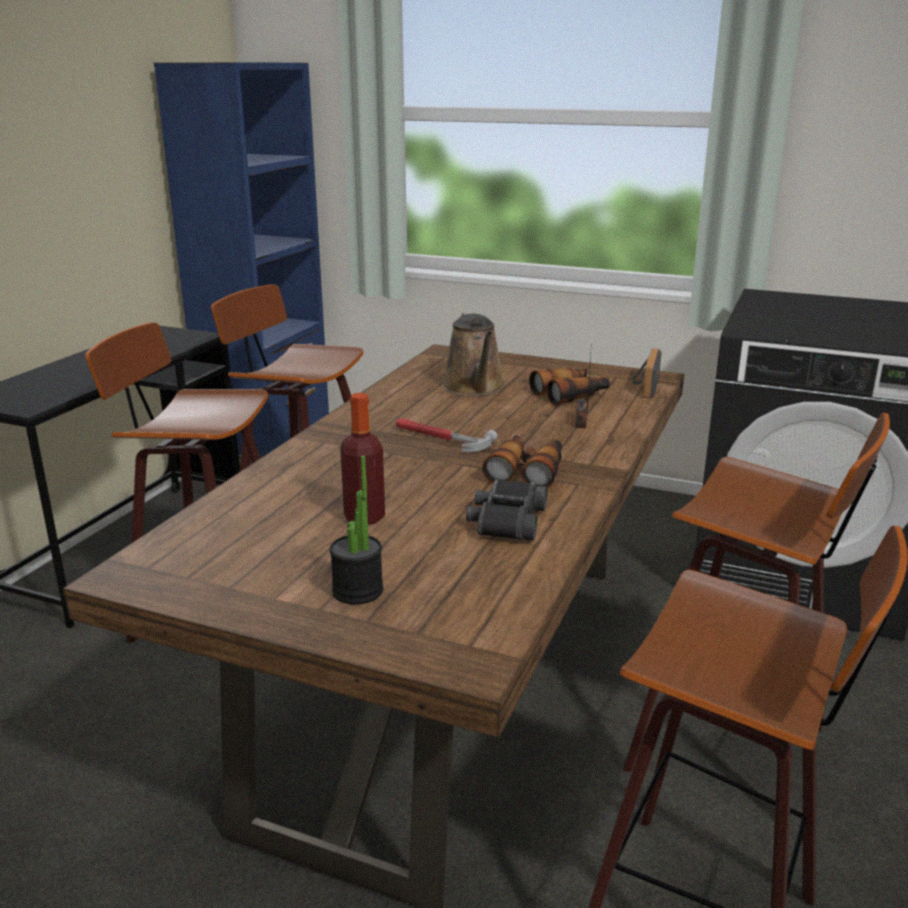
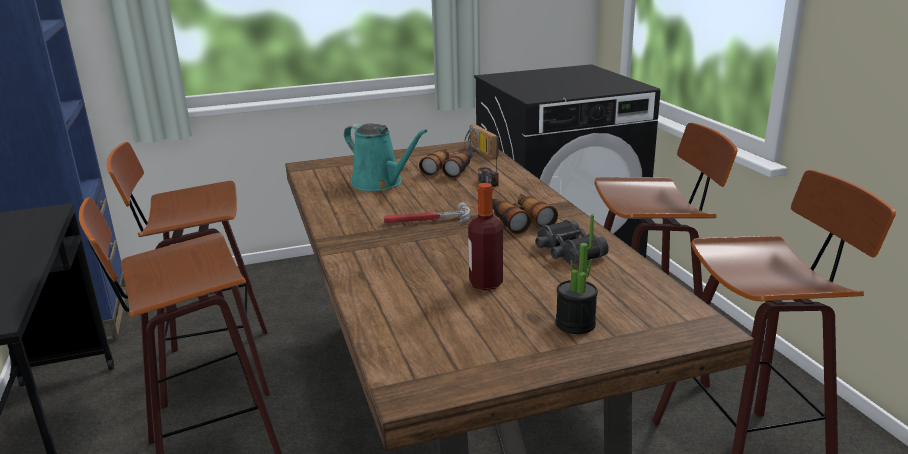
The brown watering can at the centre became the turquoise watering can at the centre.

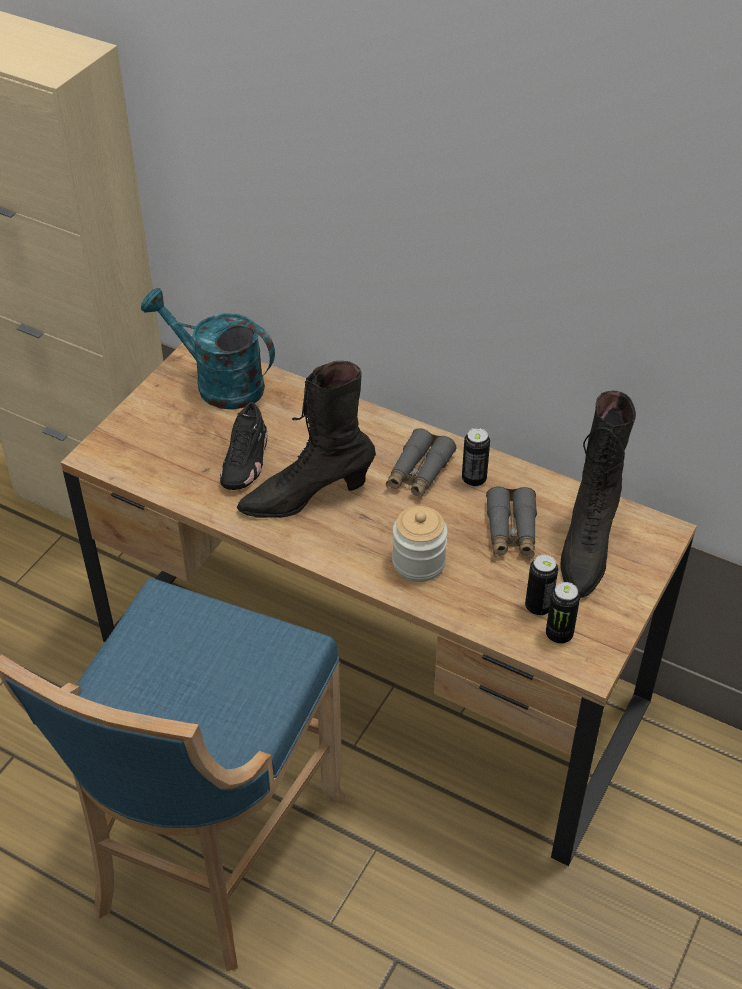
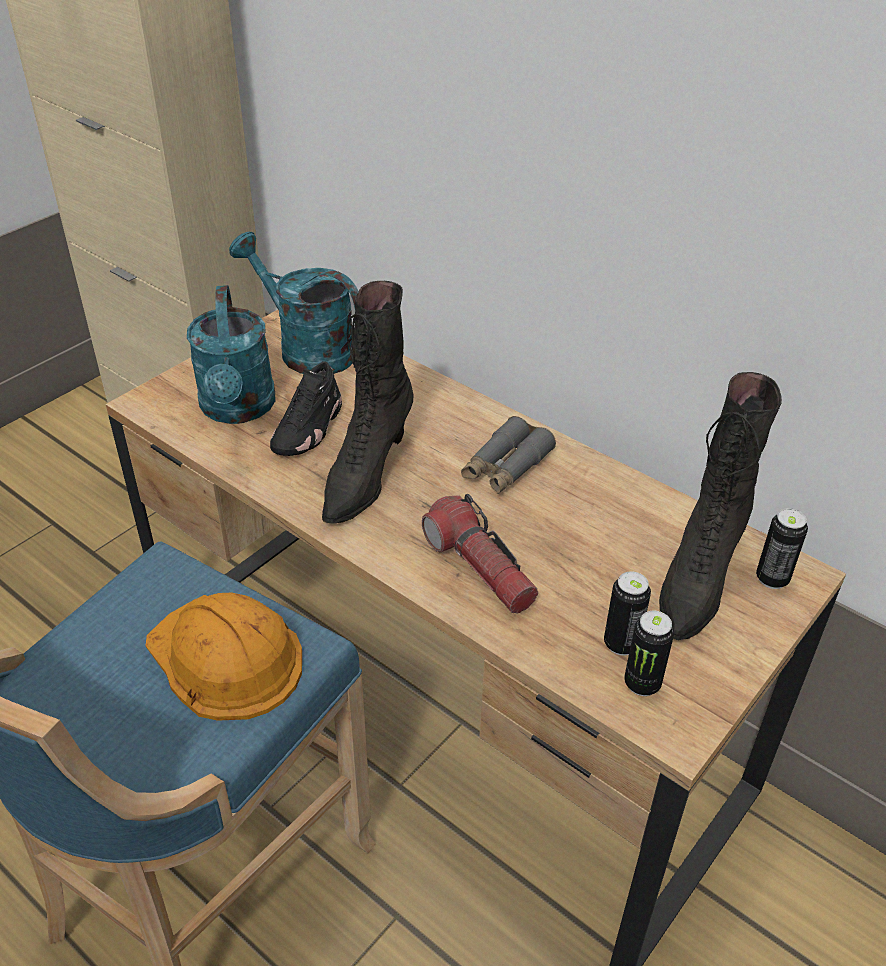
The grey binoculars (no. 2 from left) at the middle right disappeared. The orange hard hat at the bottom left appeared. The turquoise watering can (no. 1 from left) at the middle left appeared. The can (no. 1 from left in the first image) moved from the centre to the middle right. The jar at the centre was replaced by the flashlight at the centre. The black boot (no. 1 from left) at the centre turned 60 degrees counterclockwise.

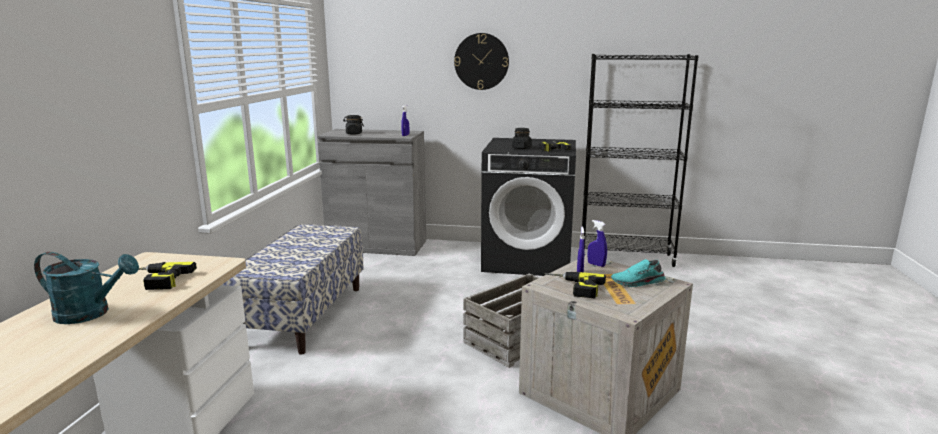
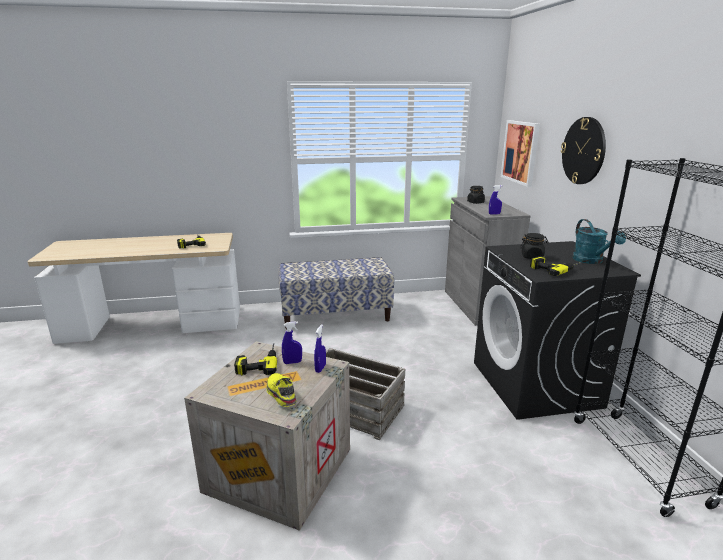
The picture at the top right appeared. The turquoise watering can moved from the middle left to the middle right. The turquoise shoe at the middle right became the yellow shoe at the bottom centre.

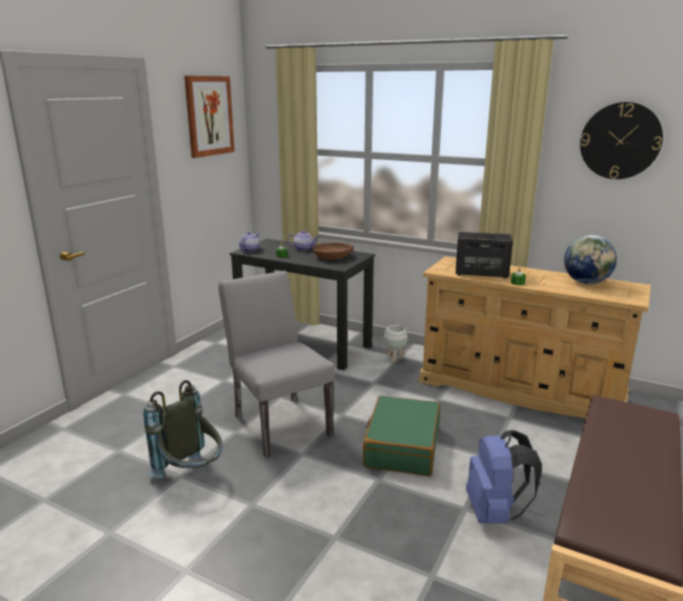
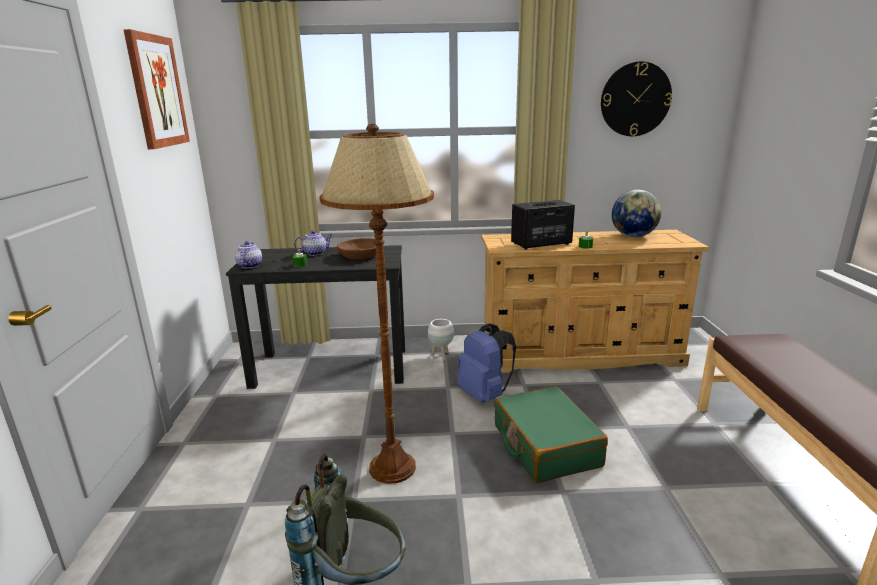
The blue backpack moved from the bottom right to the centre. The grey chair at the centre was replaced by the brown floor lamp at the centre.

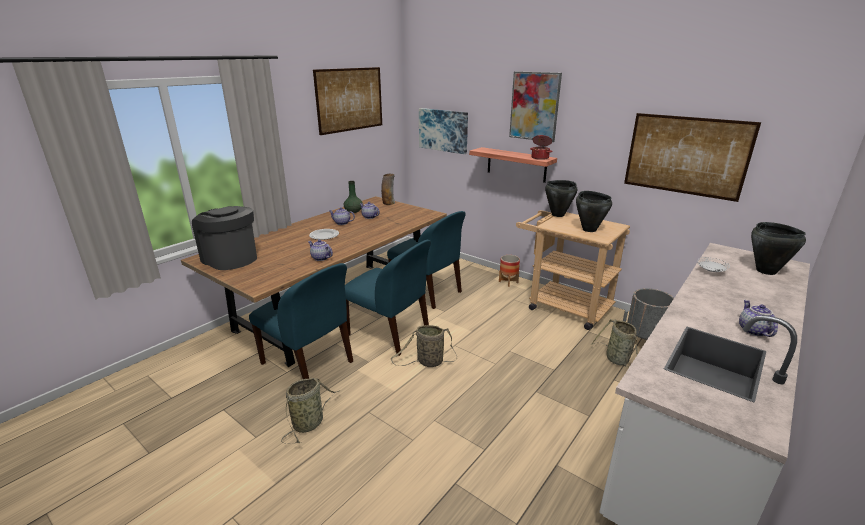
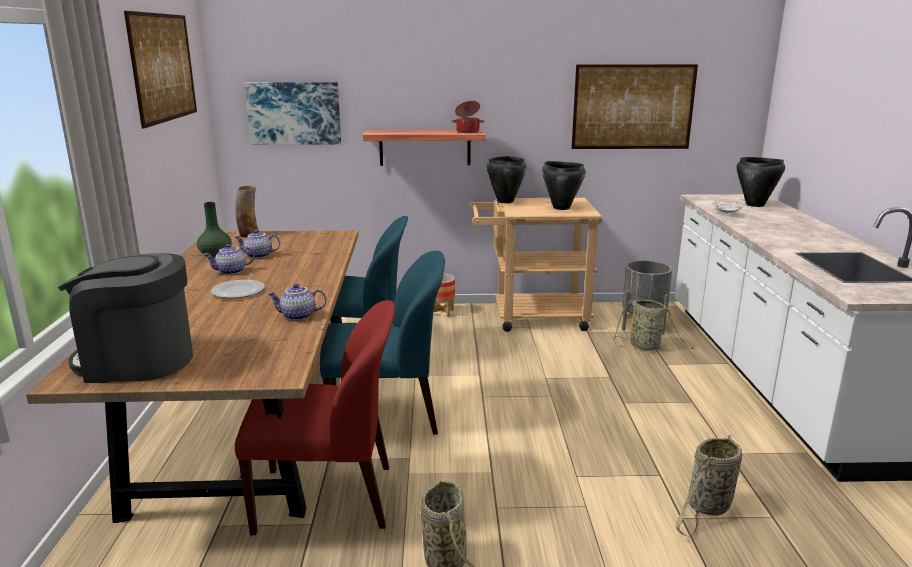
The picture (no. 3 from left) at the top centre disappeared. The teapot (no. 4 from left) at the middle right disappeared. The basket (no. 2 from left in the first image) moved from the centre to the bottom right. The blue chair (no. 1 from left) at the centre became the red chair at the bottom centre.

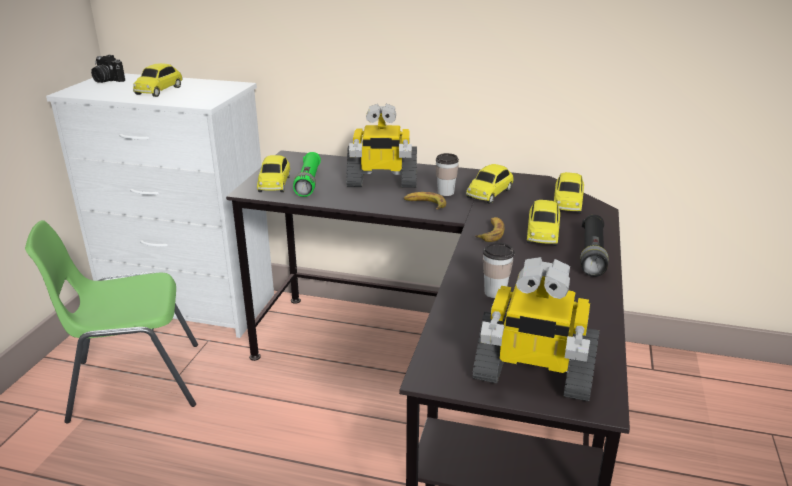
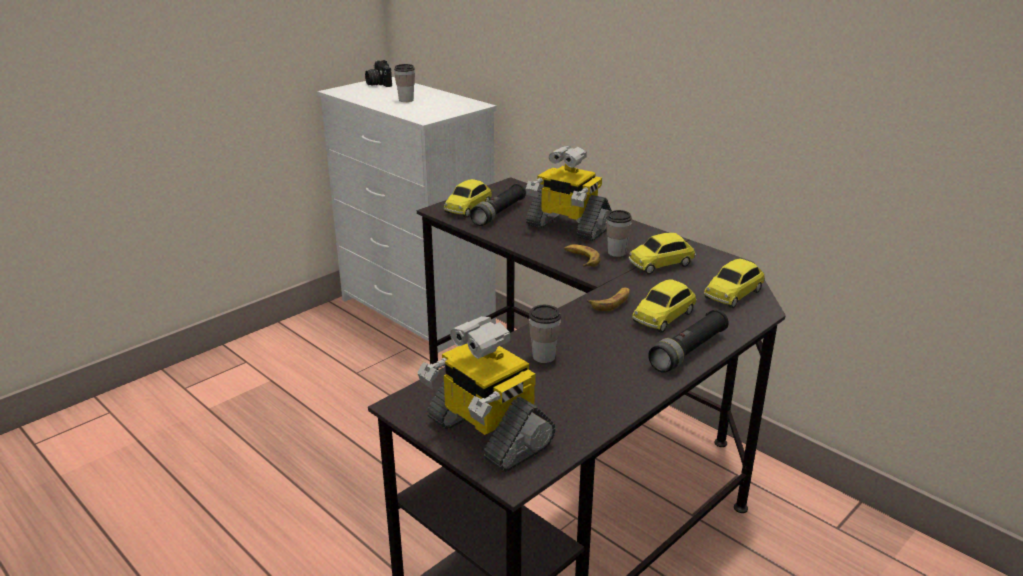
The green chair at the middle left disappeared. The toy car (no. 1 from left) at the top left was replaced by the cup (no. 1 from left) at the top centre. The green flashlight at the centre became the black flashlight (no. 1 from left) at the centre.

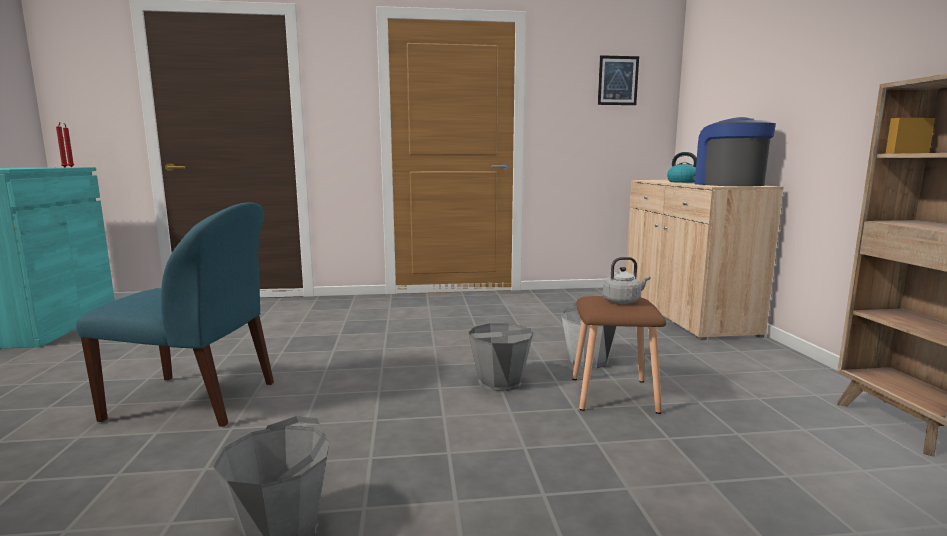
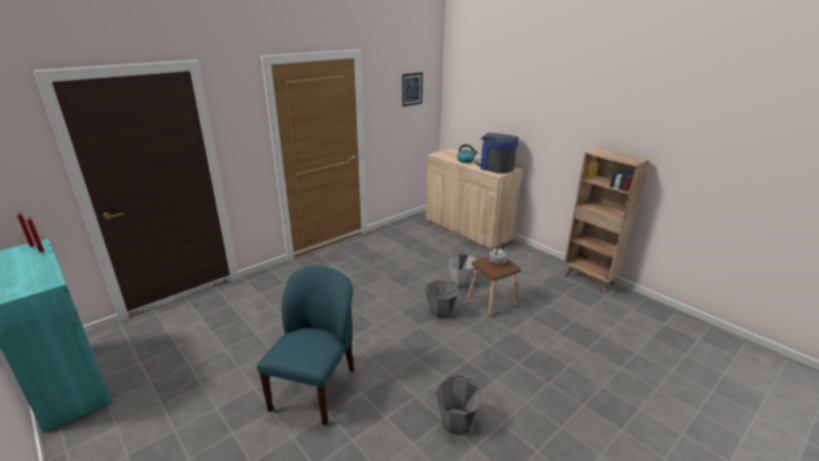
The blue chair at the middle left turned 45 degrees counterclockwise.

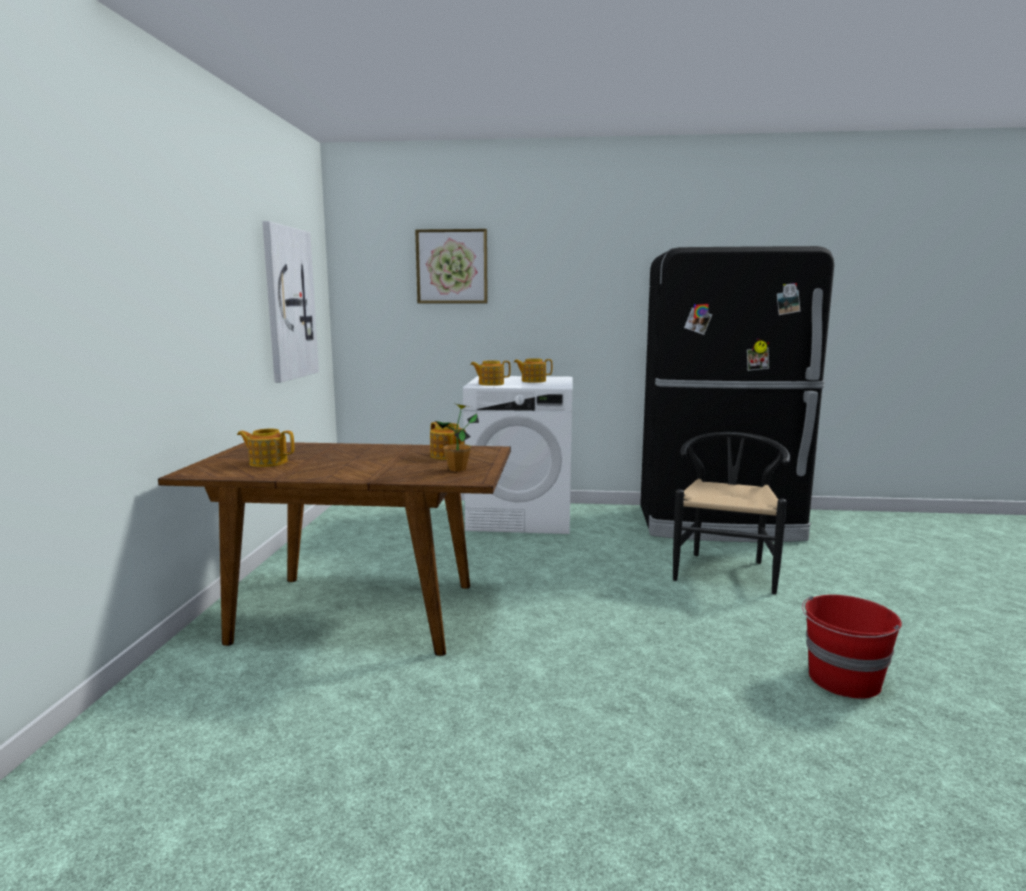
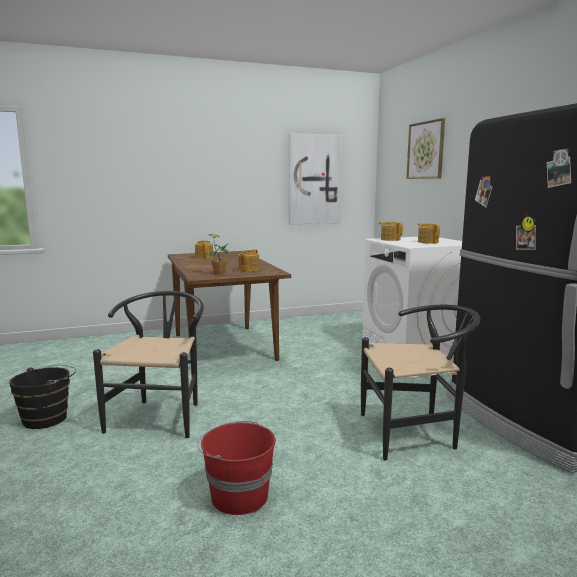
The black bucket at the bottom left appeared. The black chair (no. 1 from left) at the middle left appeared.

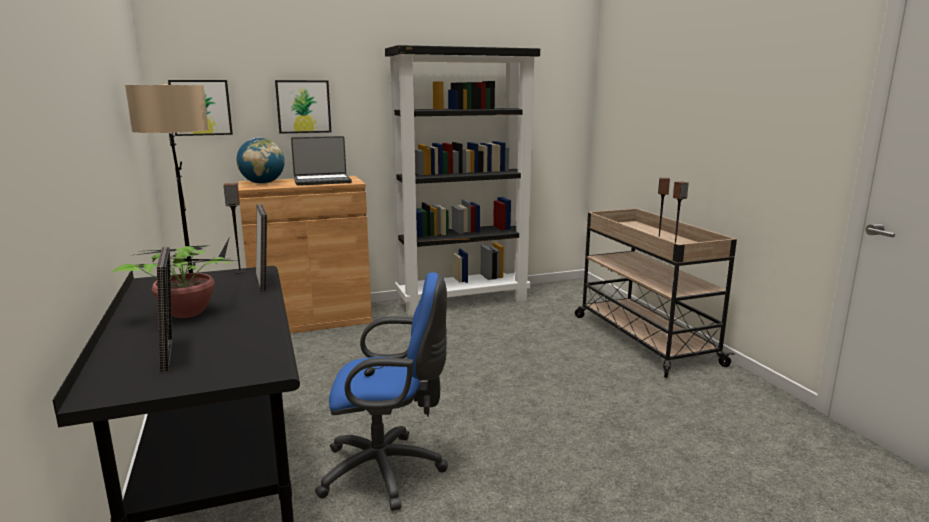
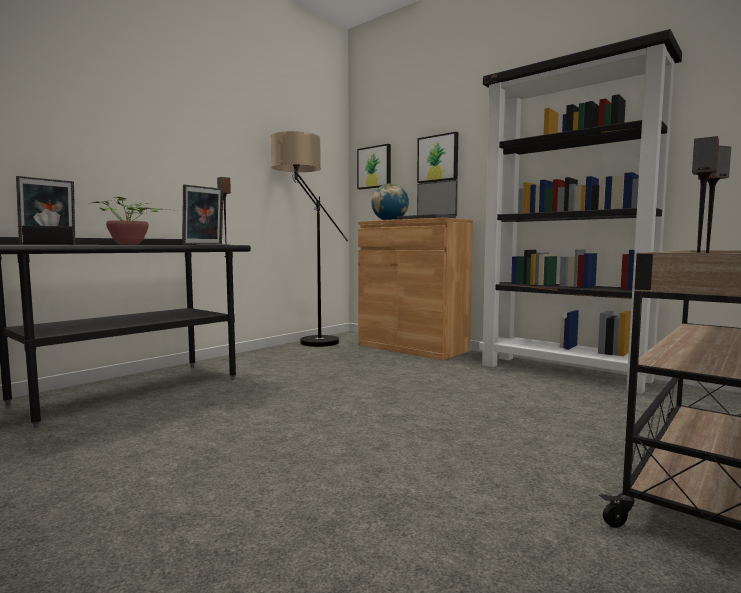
The blue office chair at the bottom centre disappeared. The black tissue box at the middle left appeared.

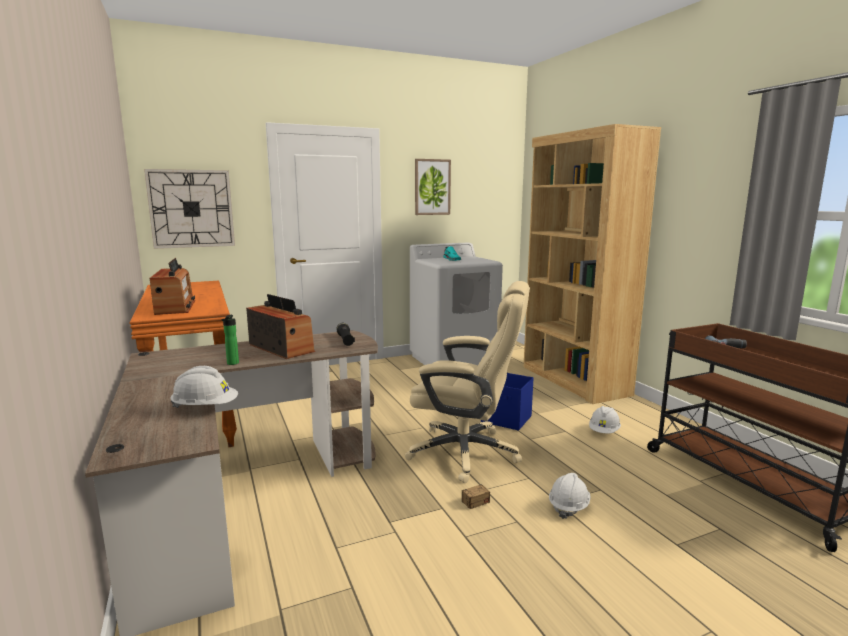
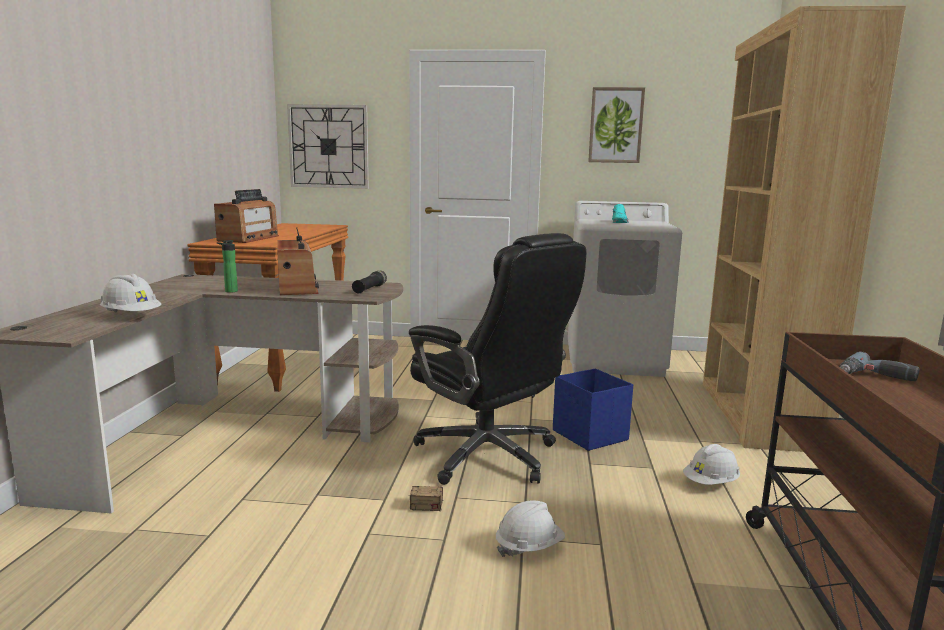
The beige office chair at the centre became the black office chair at the centre.

